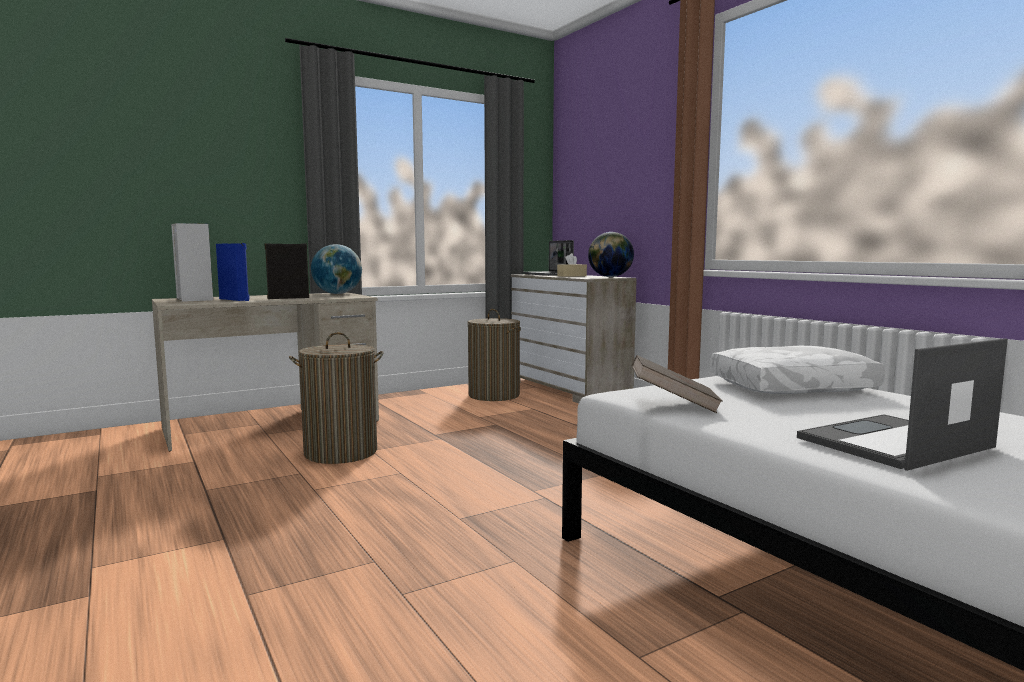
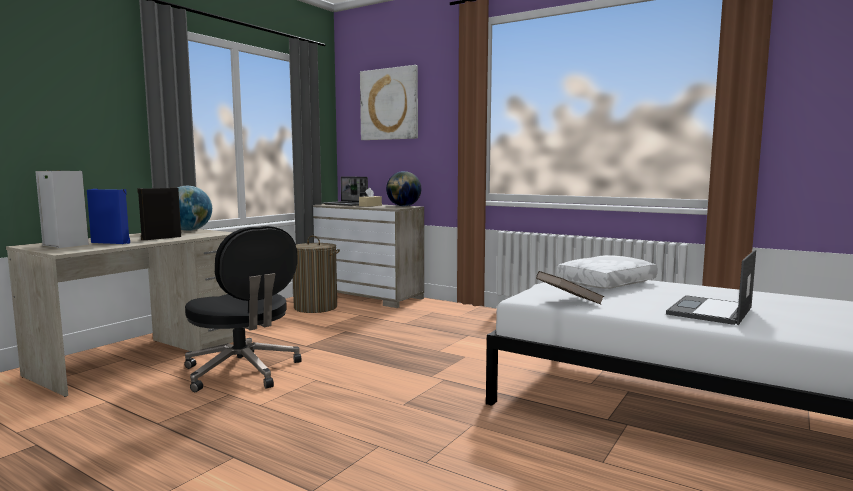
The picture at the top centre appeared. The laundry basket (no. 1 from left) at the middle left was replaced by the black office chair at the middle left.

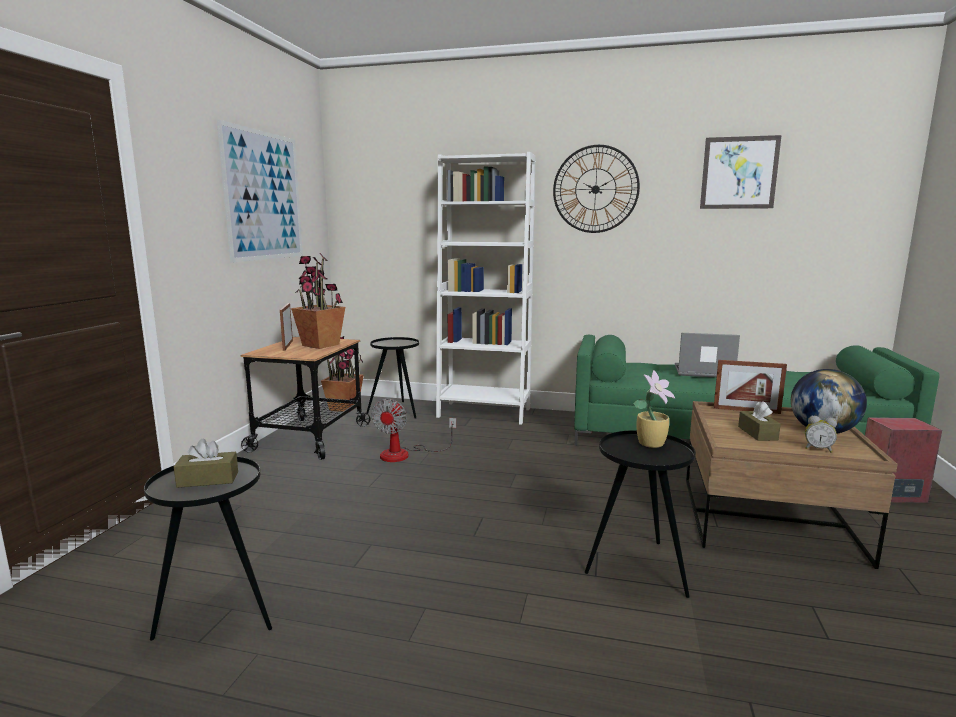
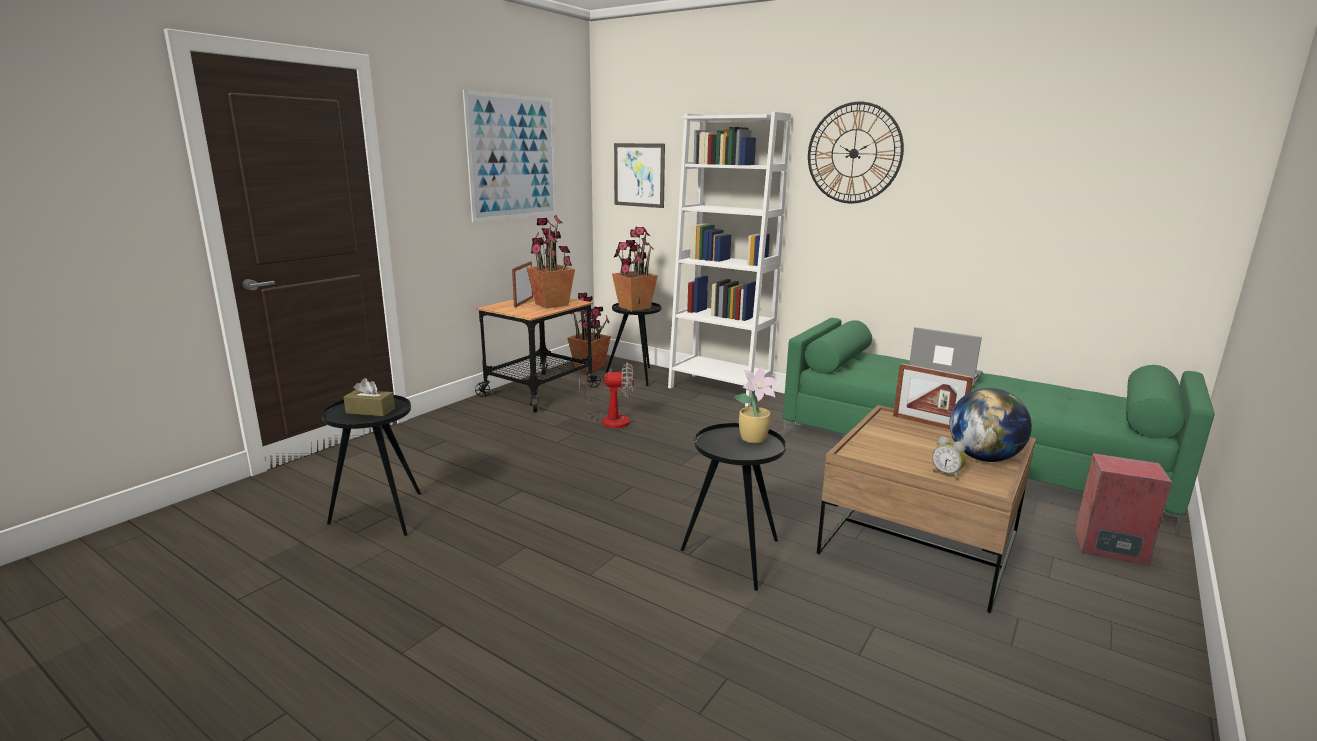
The brown tissue box (no. 2 from left) at the middle right disappeared. The potted plant (no. 3 from left) at the centre appeared. The picture (no. 2 from left) moved from the top right to the top centre. The fan at the centre turned 120 degrees counterclockwise.

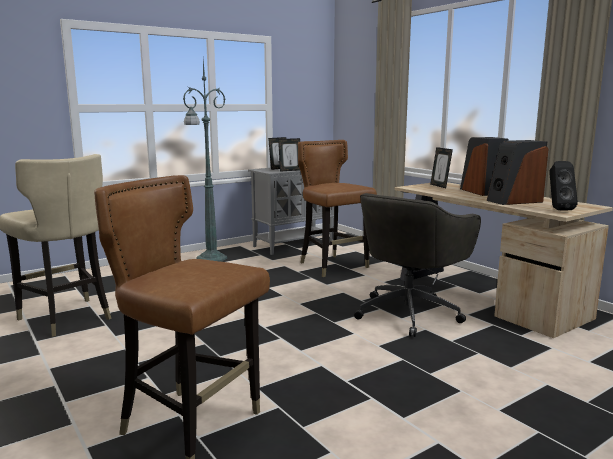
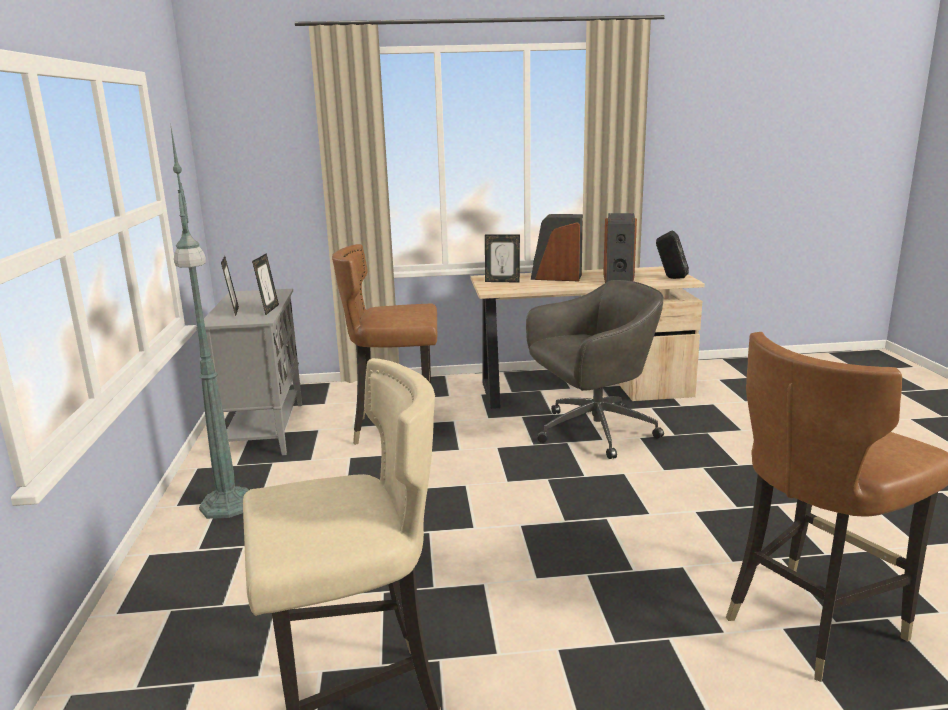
The grey office chair at the middle right turned 90 degrees counterclockwise.

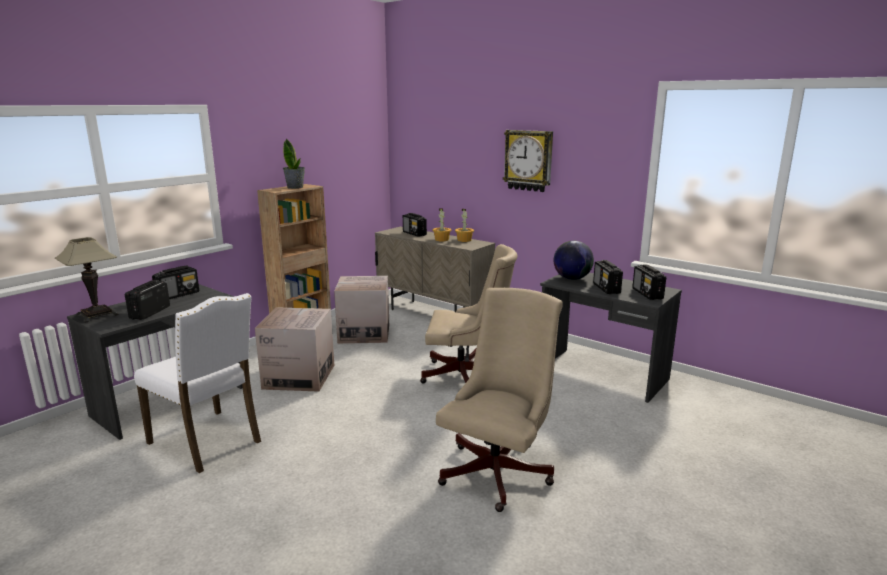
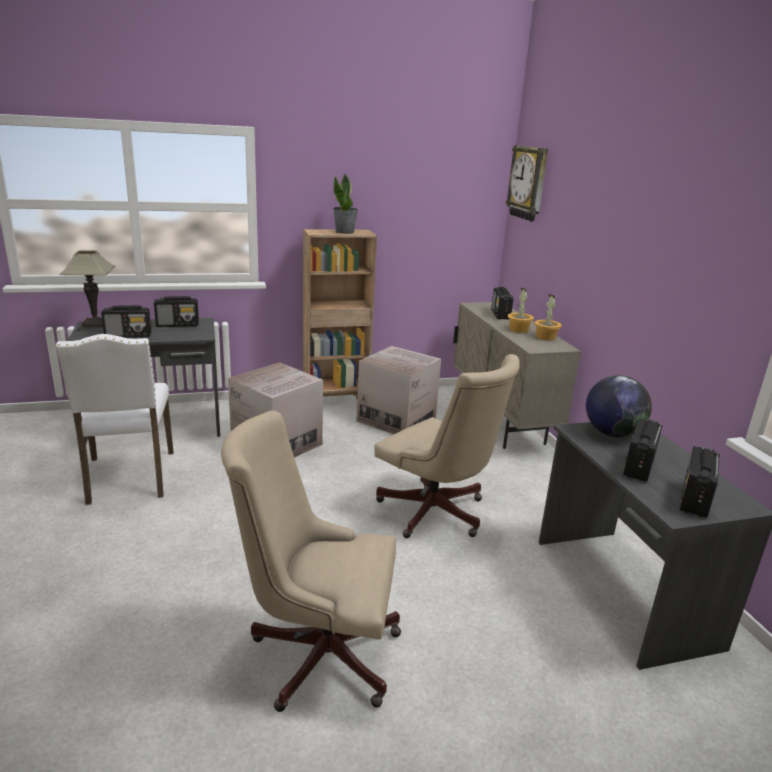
The wall clock moved from the top centre to the top right. The radio (no. 1 from left) at the middle left turned 150 degrees counterclockwise. The beige office chair (no. 2 from left in the first image) at the bottom centre turned 150 degrees counterclockwise.

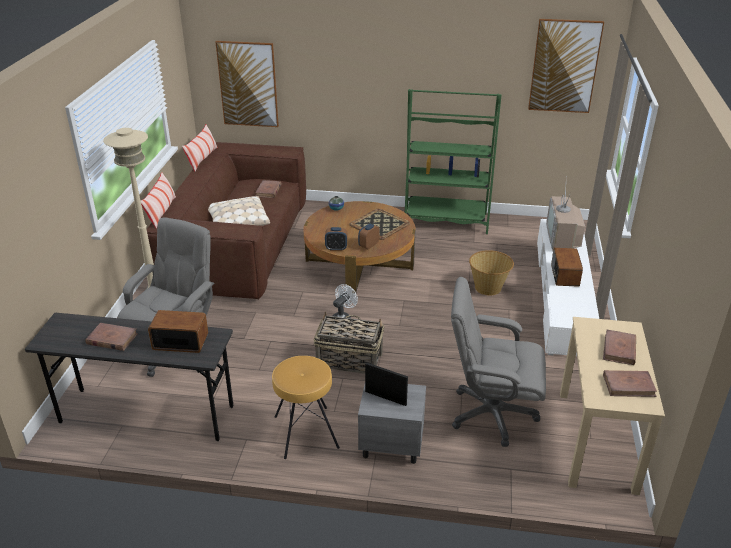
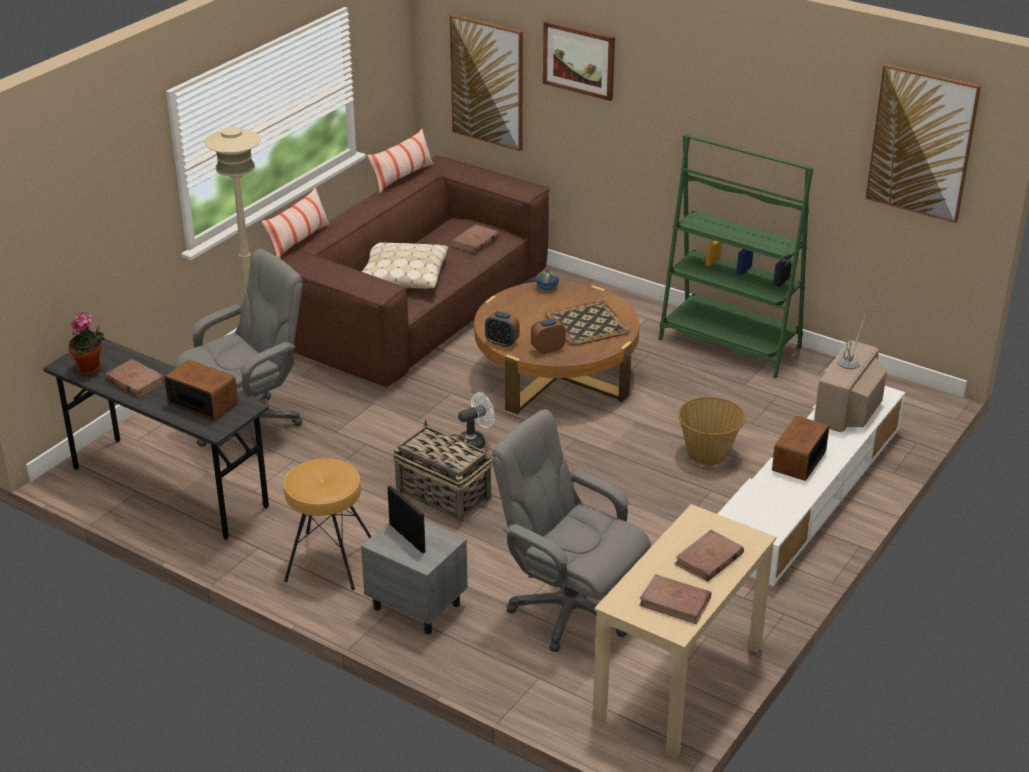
The potted plant at the middle left appeared. The picture (no. 2 from left) at the top centre appeared.

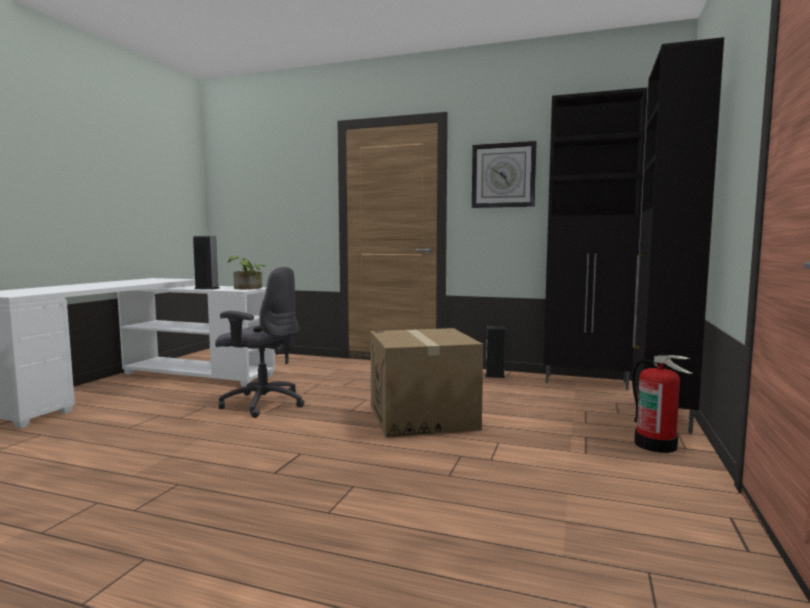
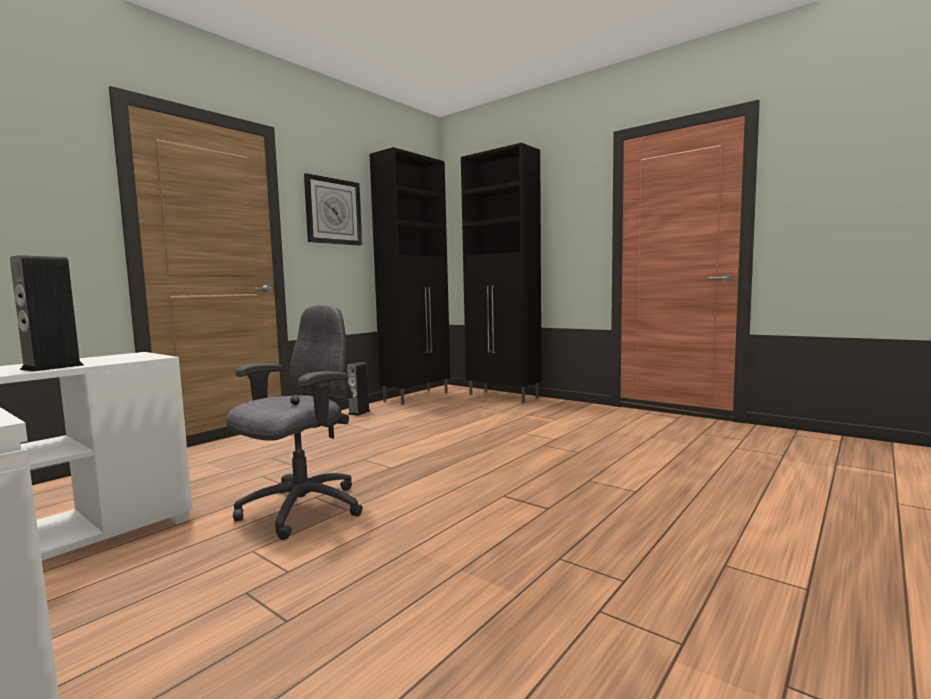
The potted plant at the middle left disappeared. The cardboard box at the centre disappeared. The fire extinguisher at the middle right disappeared.

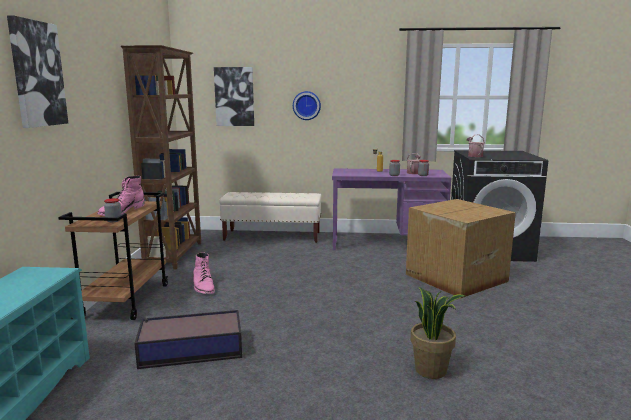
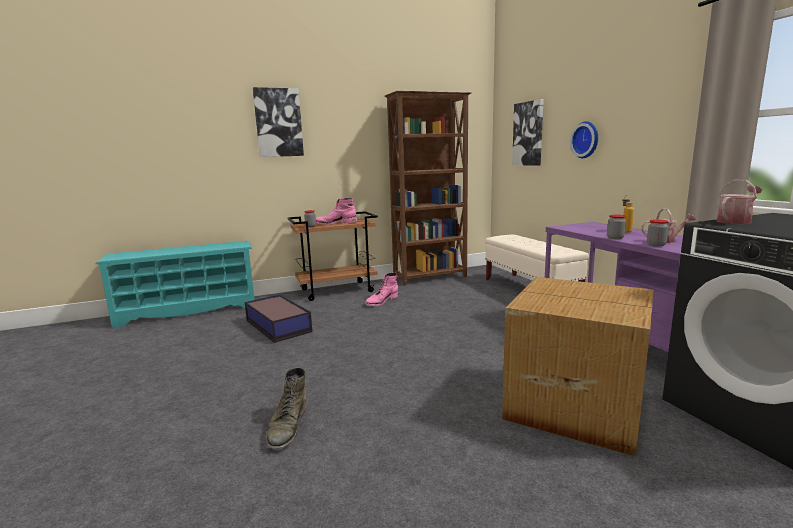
The potted plant at the bottom right was replaced by the green boot at the bottom centre.

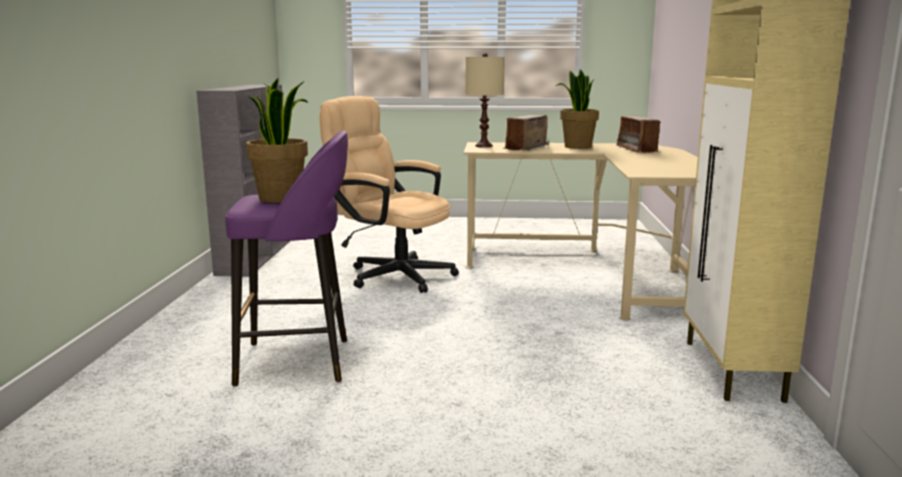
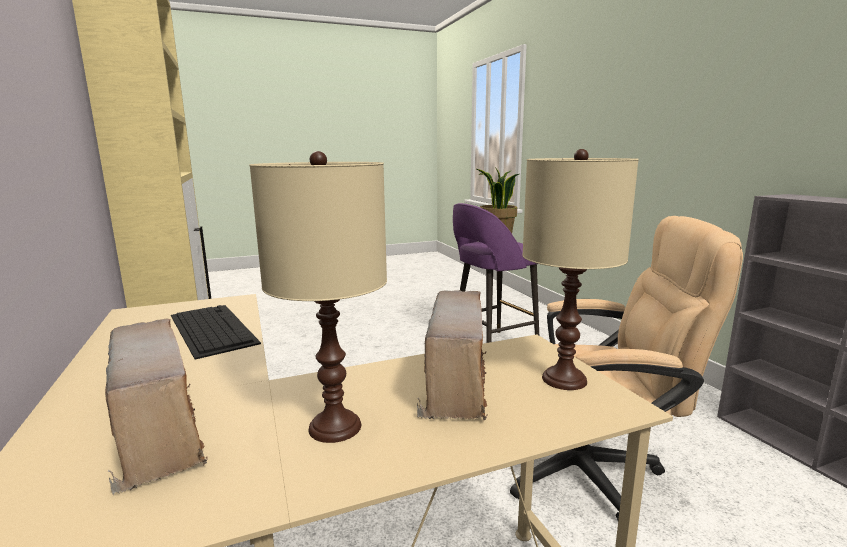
The keyboard at the middle left appeared. The potted plant (no. 2 from left) at the top centre was replaced by the beige table lamp (no. 1 from left) at the centre.

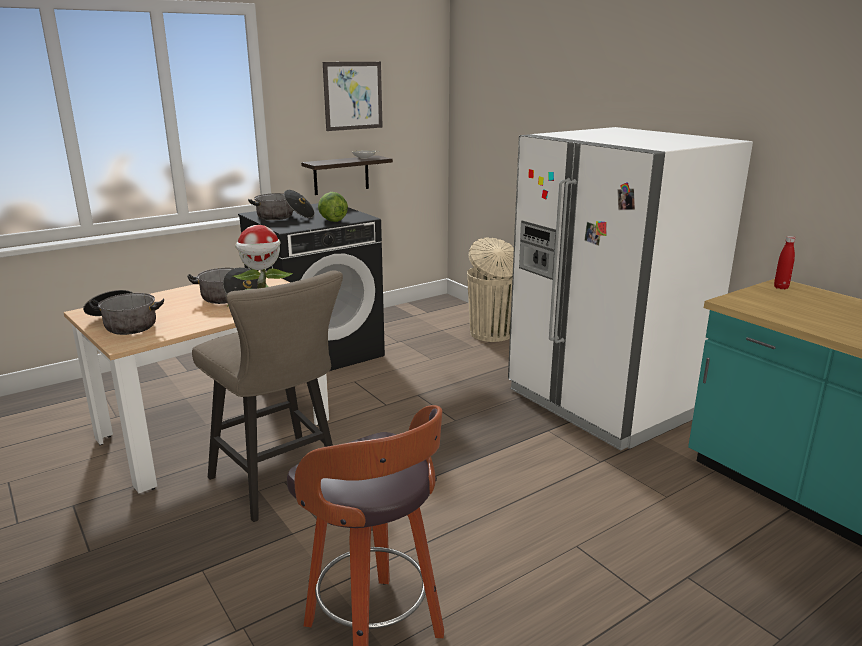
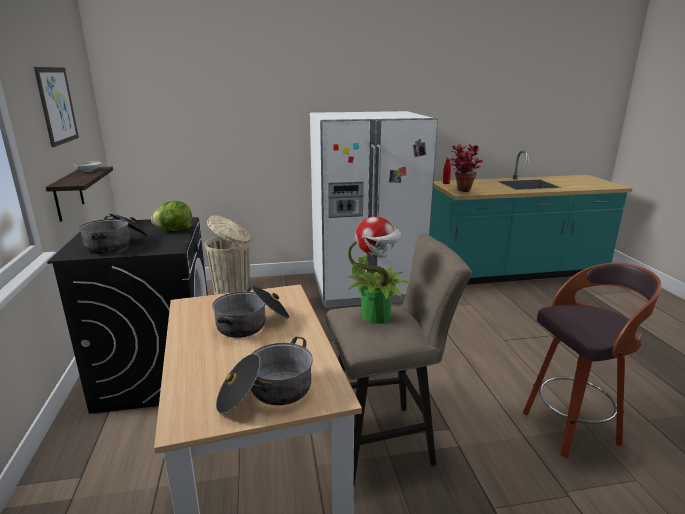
The potted plant (no. 2 from left) at the top right appeared.

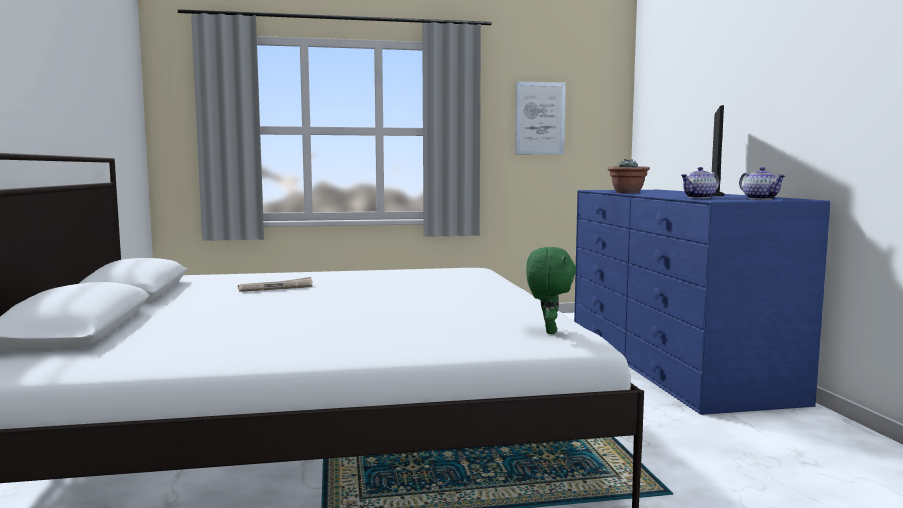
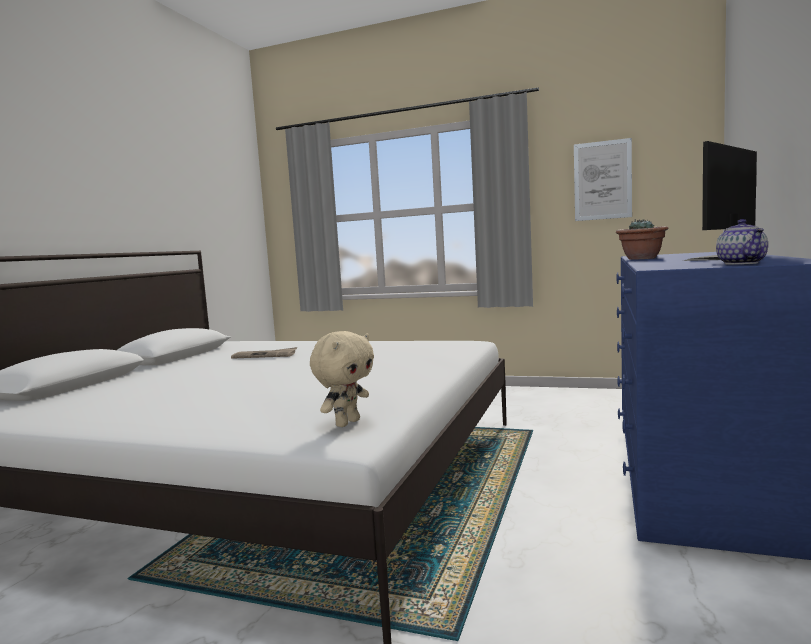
The teapot (no. 1 from left) at the middle right disappeared. The green plush toy at the centre became the beige plush toy at the centre.

